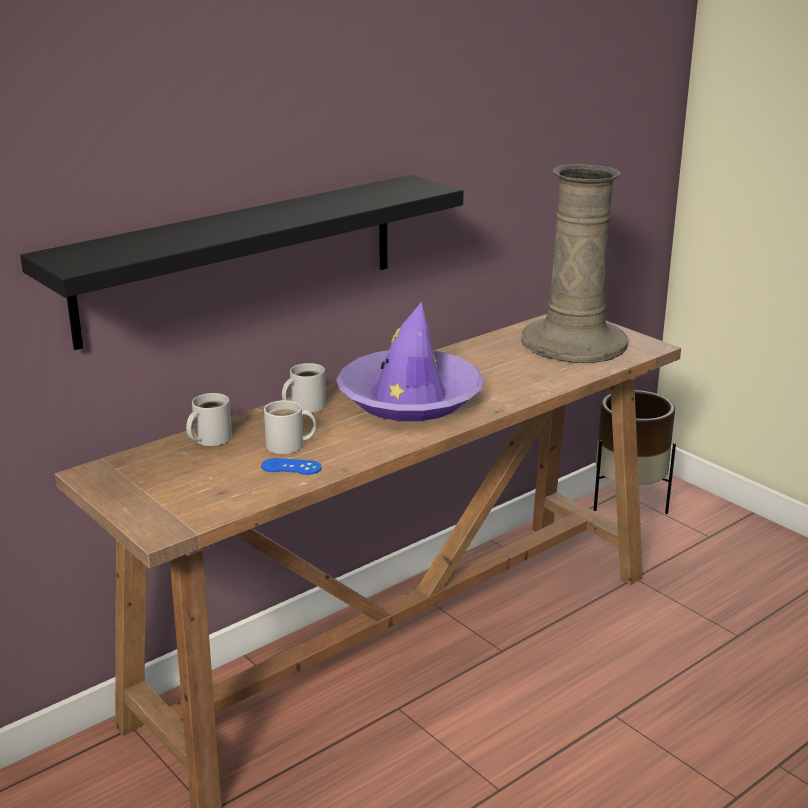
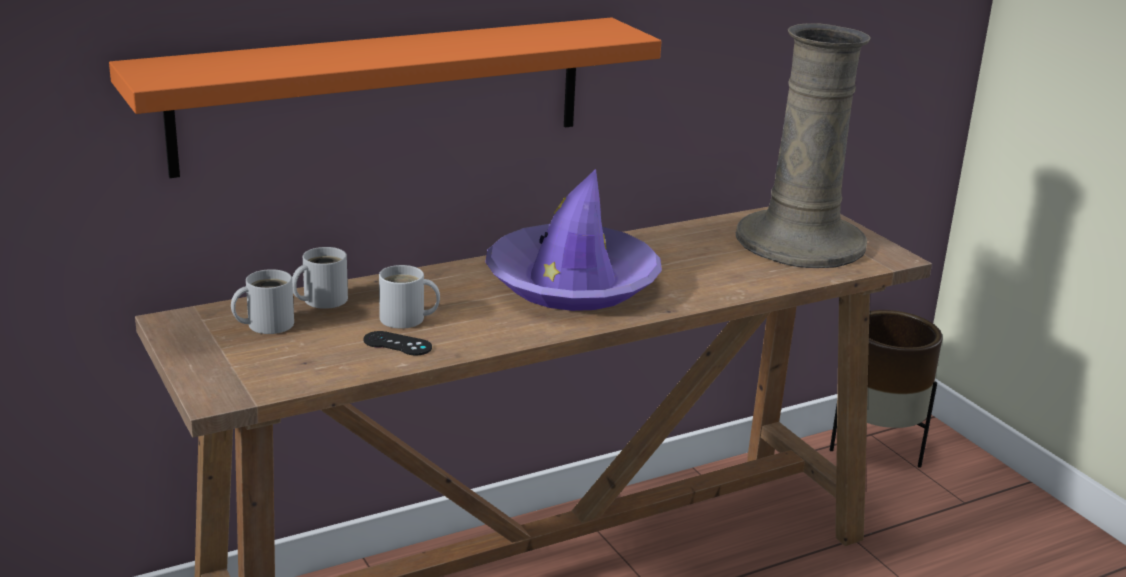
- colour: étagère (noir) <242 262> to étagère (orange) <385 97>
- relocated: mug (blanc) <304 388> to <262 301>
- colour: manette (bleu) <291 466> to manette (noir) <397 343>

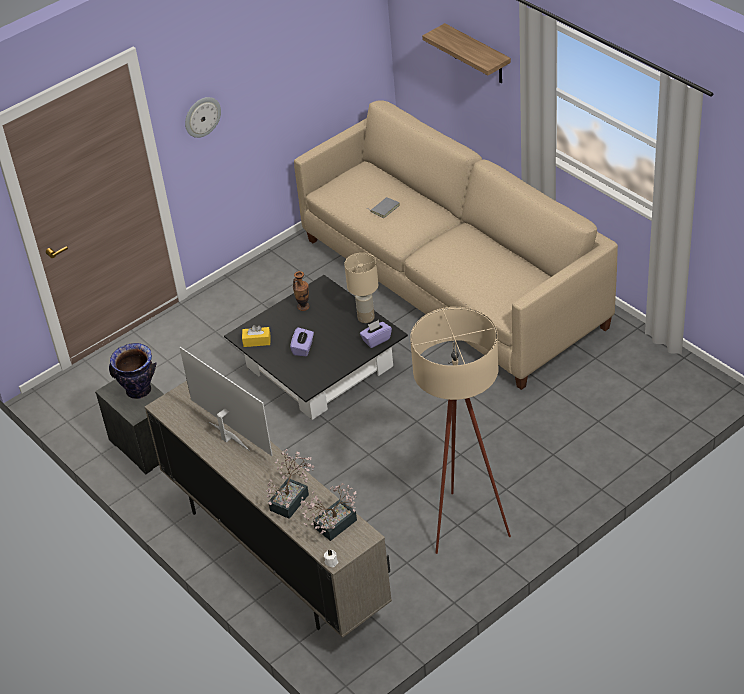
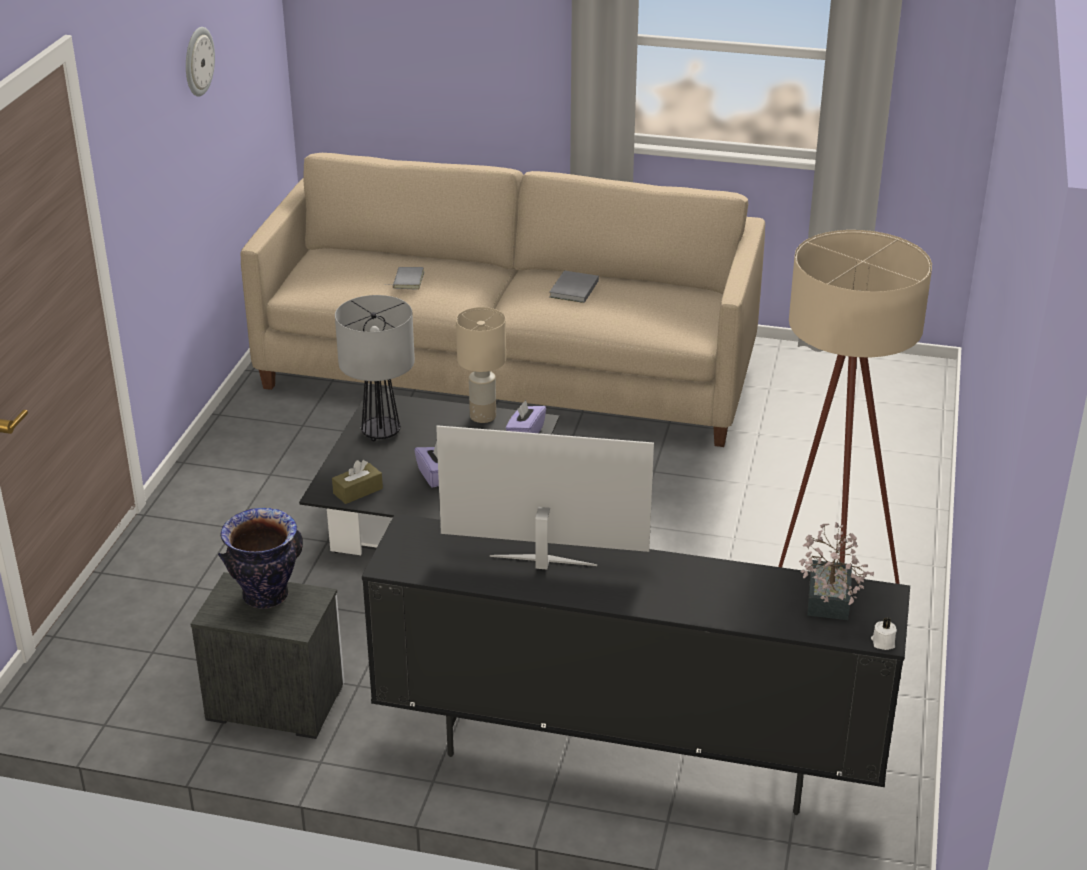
- relocated: horloge murale <203 117> to <200 62>
- colour: boîte à mouchoirs (jaune) <256 336> to boîte à mouchoirs (marron) <357 482>
- exchanged: vase <301 291> to lampe de table <375 368>
- colour: meuble télé (beige) <268 509> to meuble télé (noir) <636 664>
- appeared: livre (gris) <574 287>
- missing: plante en pot <290 484>
- missing: étagère <466 53>

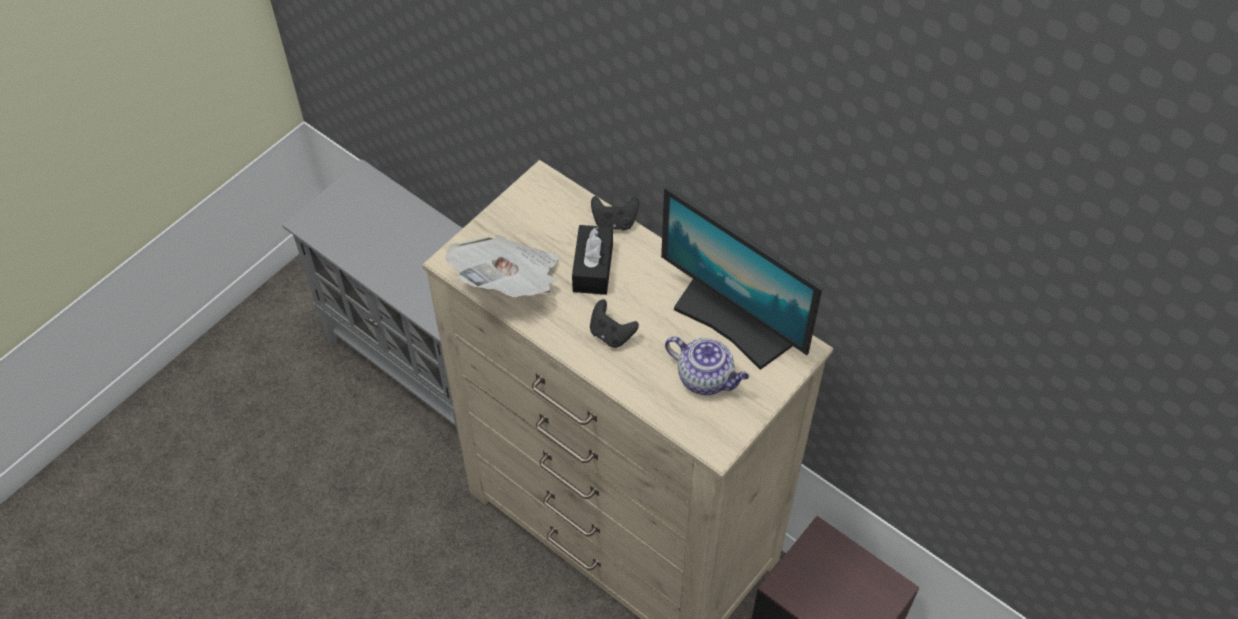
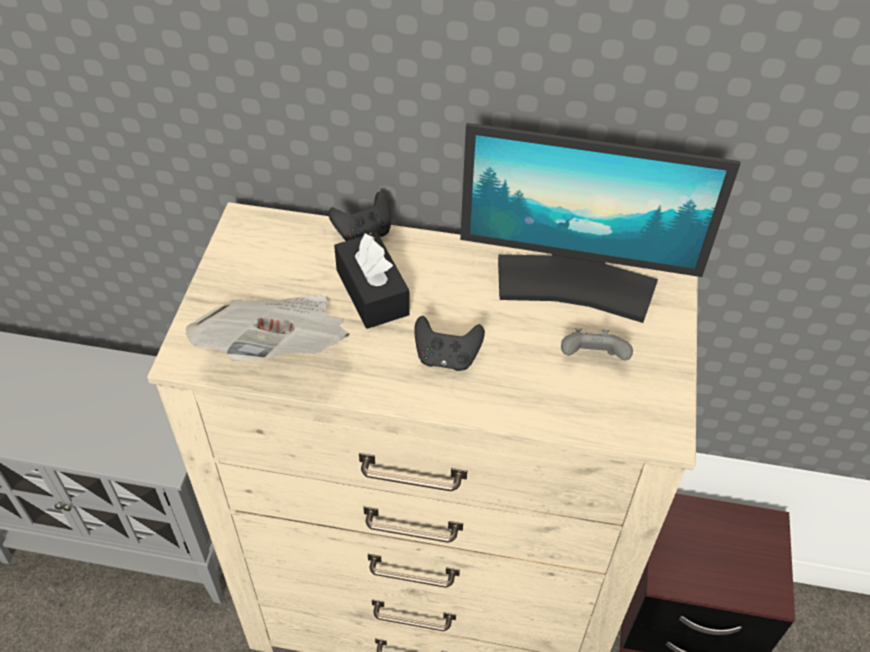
- exchanged: théière <707 366> to manette (gris) <597 344>

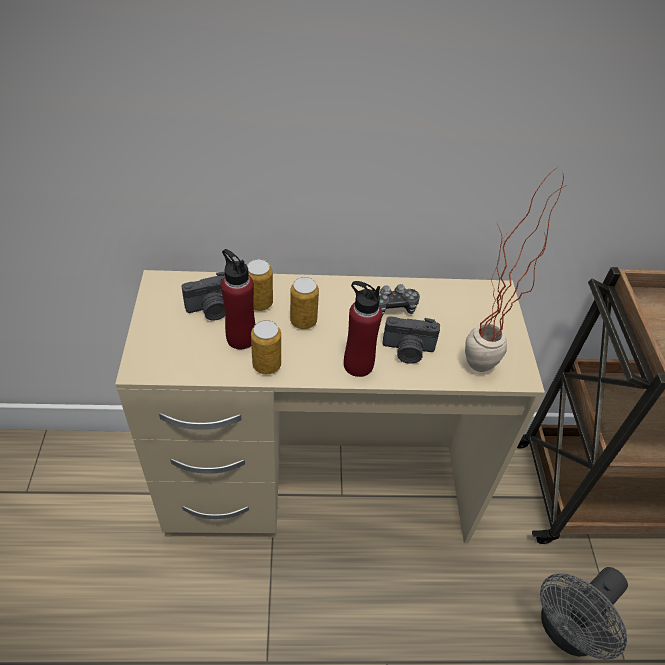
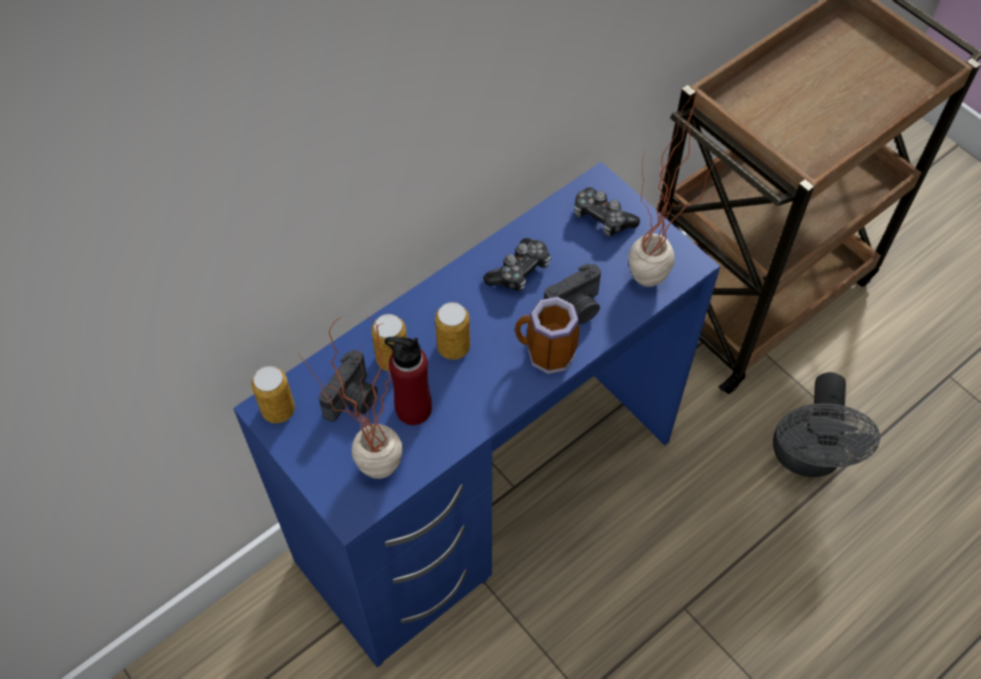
- colour: bureau (beige) <330 406> to bureau (bleu) <476 415>
- relocated: boîte métallique <266 347> to <273 394>
- appeared: plante en pot <350 397>
- exchanged: bouteille (rouge) <363 329> to mug <547 335>
- appeared: manette <607 212>

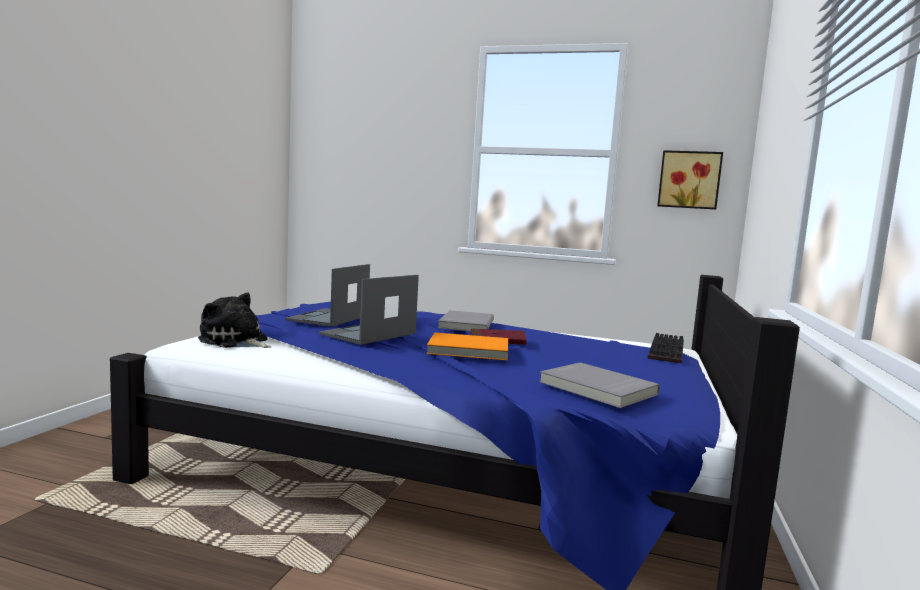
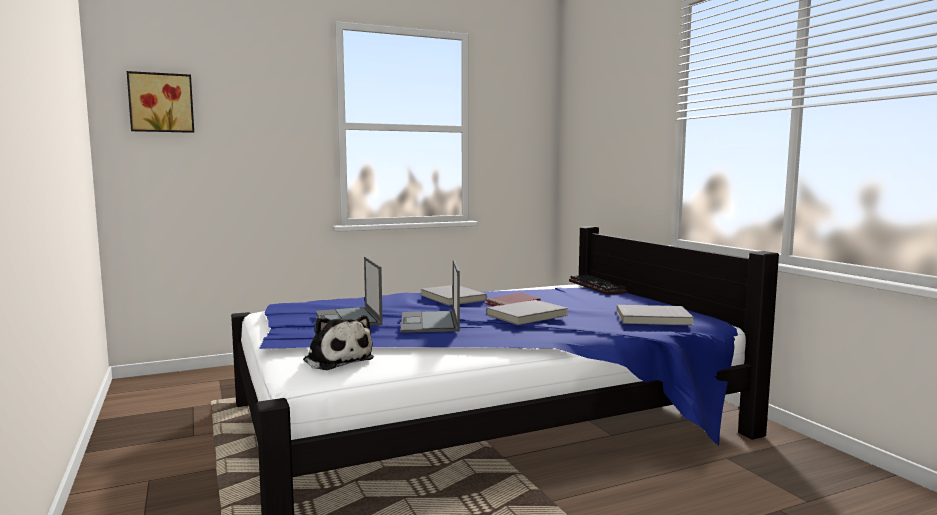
- relocated: tableau <690 179> to <160 102>
- spun: peluche <235 320> = <338 342> 120 degrees counterclockwise
- colour: livre (orange) <467 346> to livre (gris) <527 312>

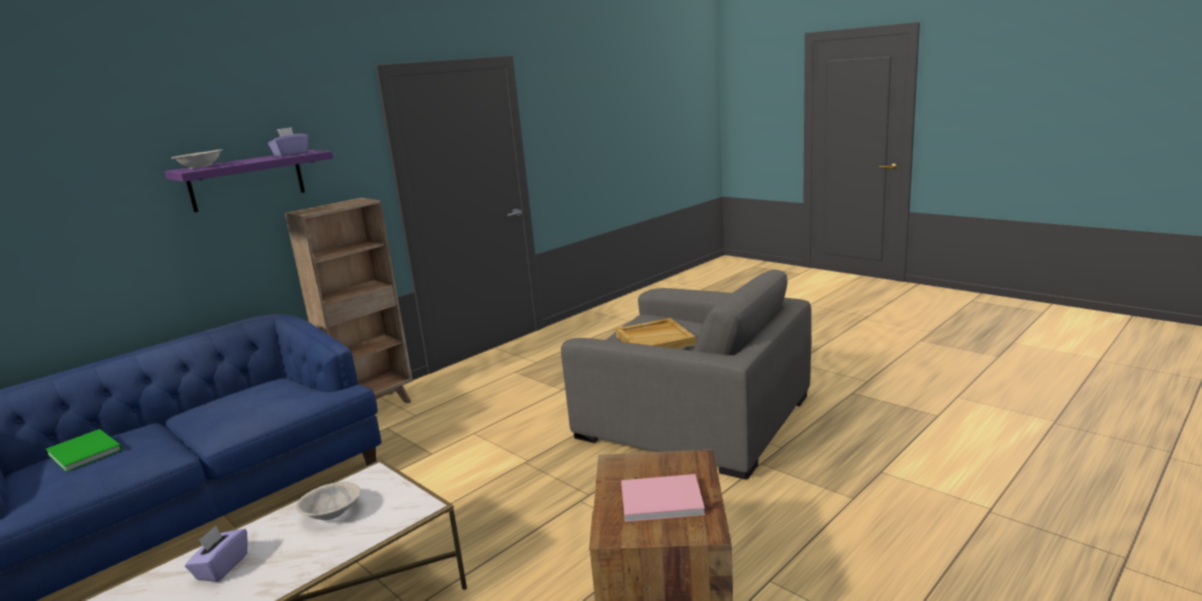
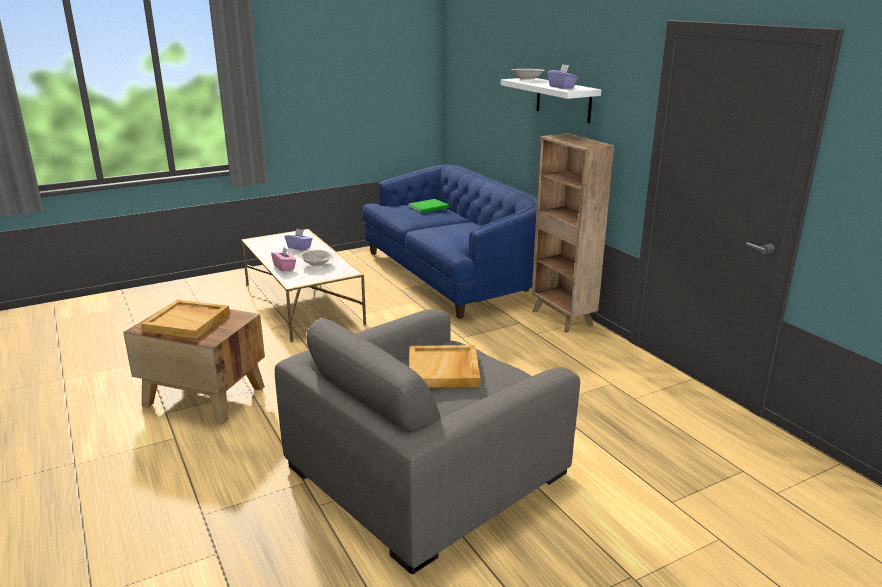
- exchanged: livre (rose) <663 498> to plateau (beige) <185 319>
- appeared: boîte à mouchoirs (rose) <283 259>
- colour: étagère (violet) <248 181> to étagère (blanc) <551 100>

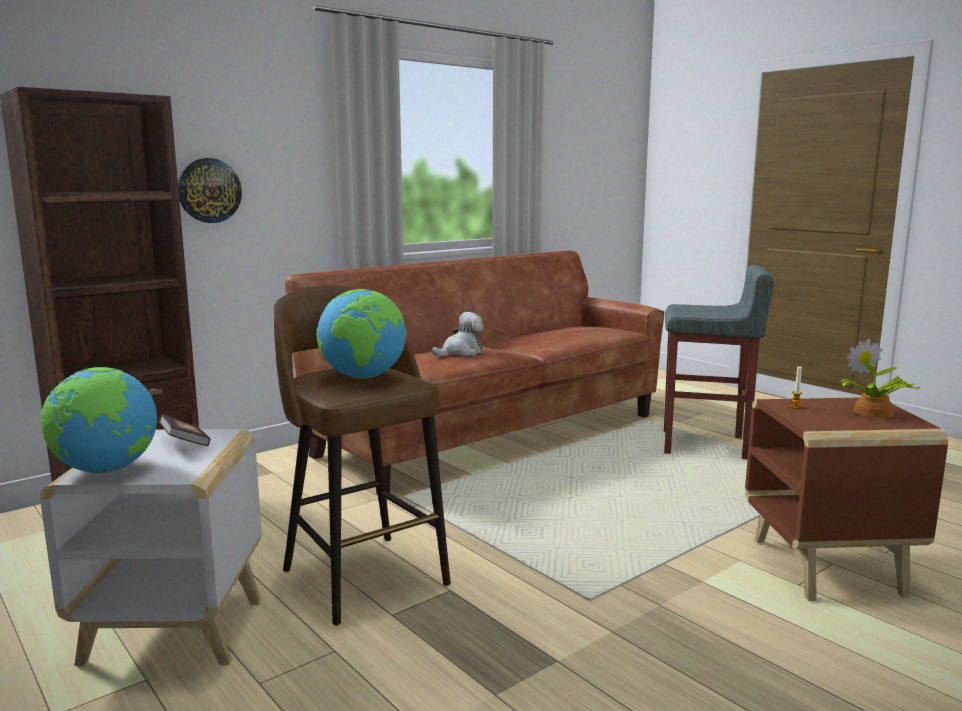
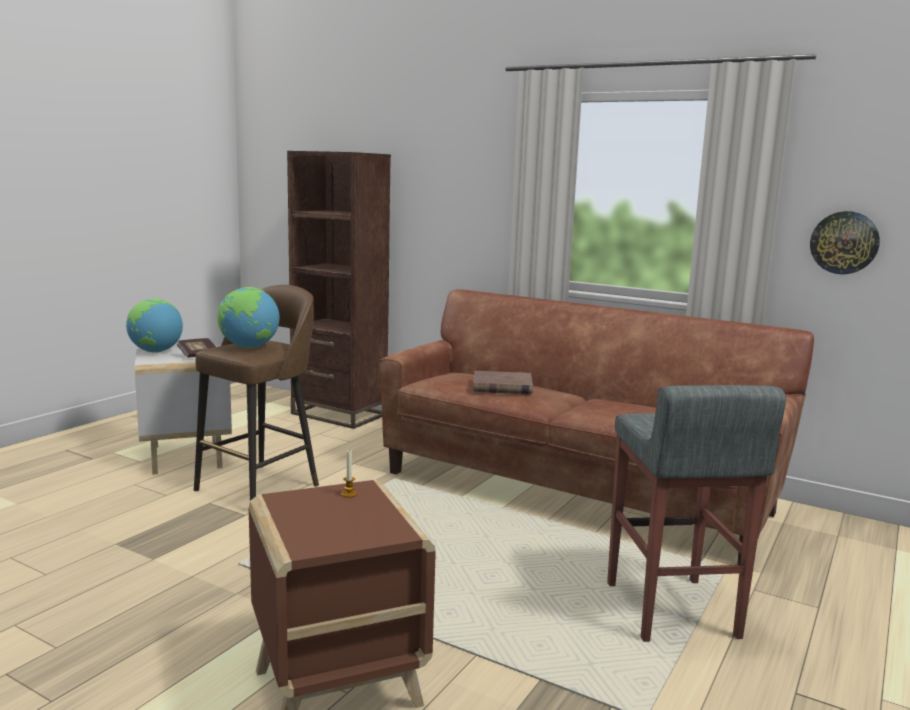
- exchanged: peluche <457 334> to livre (marron) <503 383>
- relocated: horloge murale <210 190> to <845 242>
- missing: plante en pot <879 378>

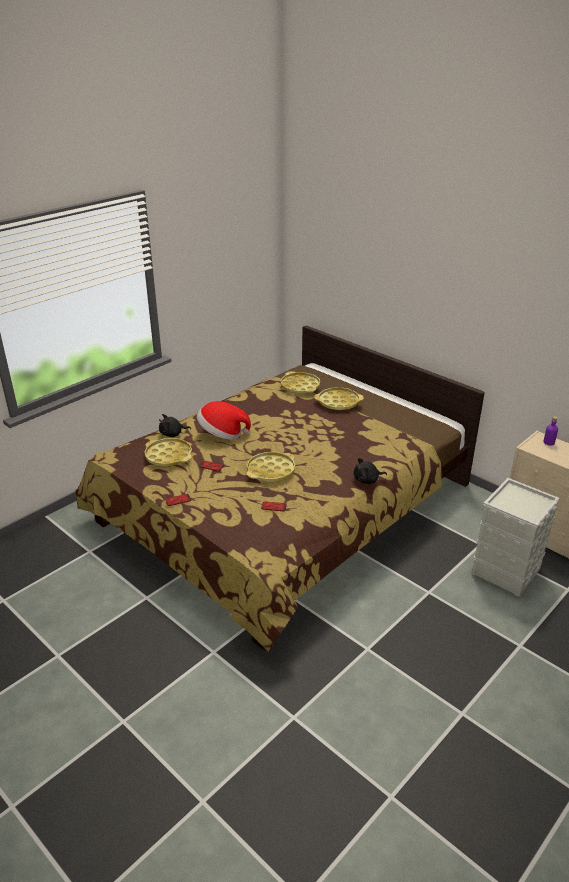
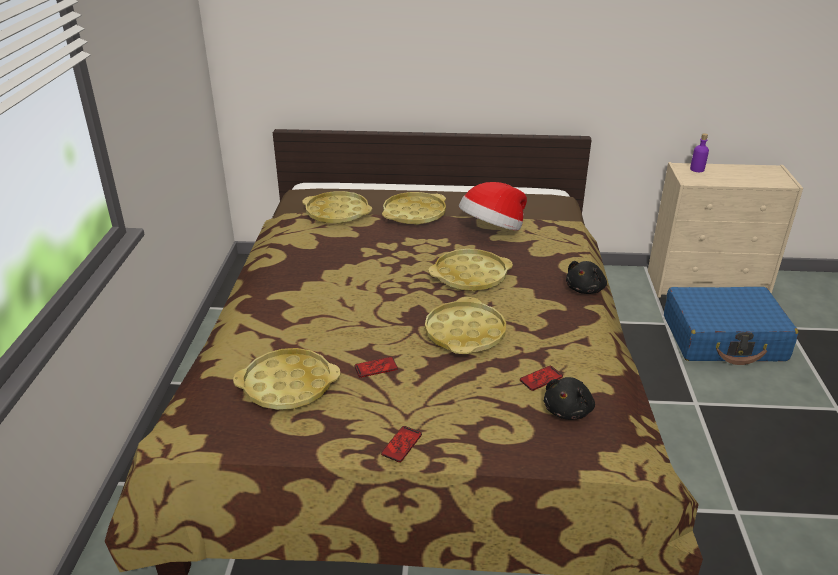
- appeared: plateau (jaune) <470 270>
- relocated: chapeau <224 420> to <493 206>
- relocated: peluche (noir) <175 425> to <569 398>
- exchanged: boîte de rangement (gris) <515 537> to valise (bleu) <731 326>

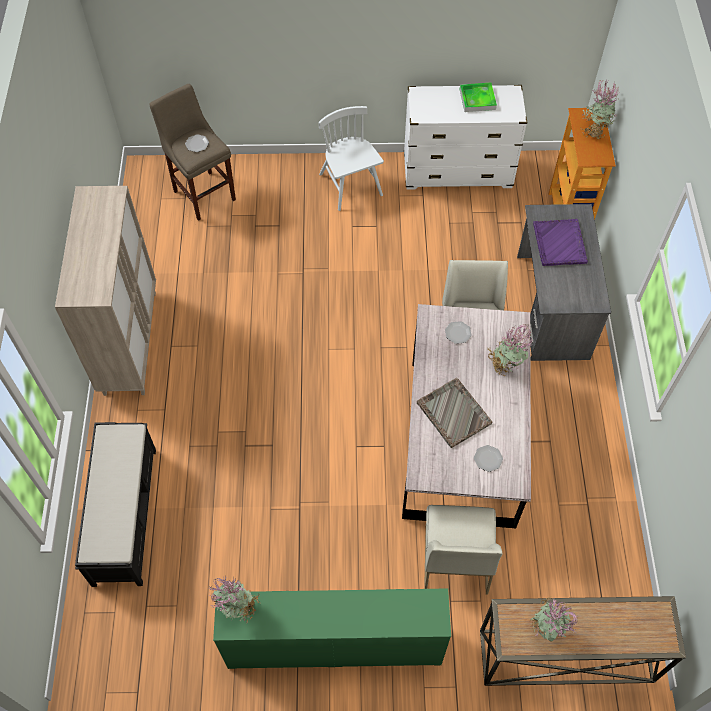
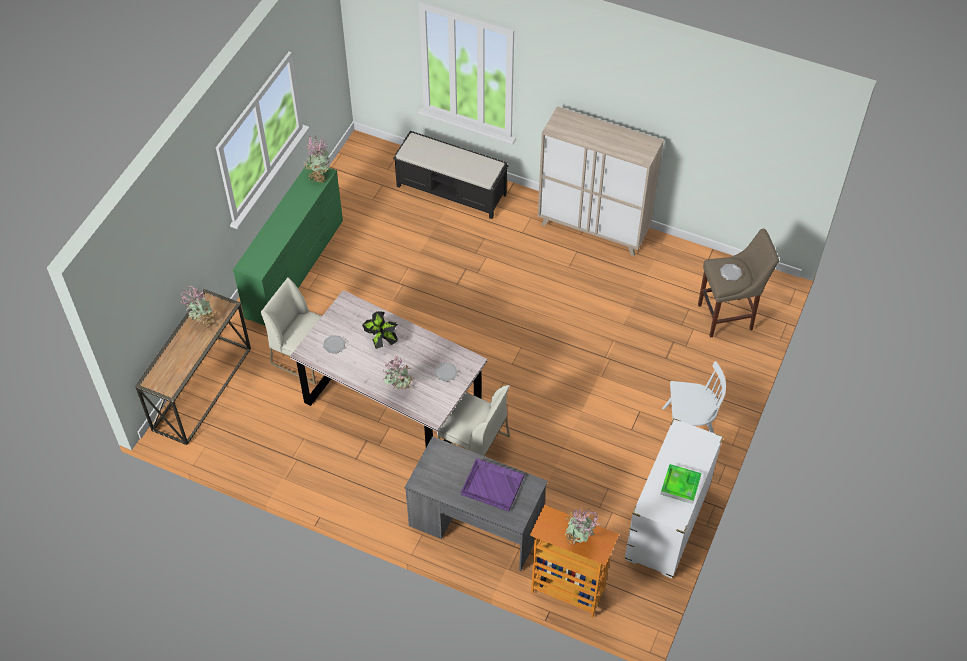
- exchanged: plateau (gris) <454 413> to plante en pot <380 330>

